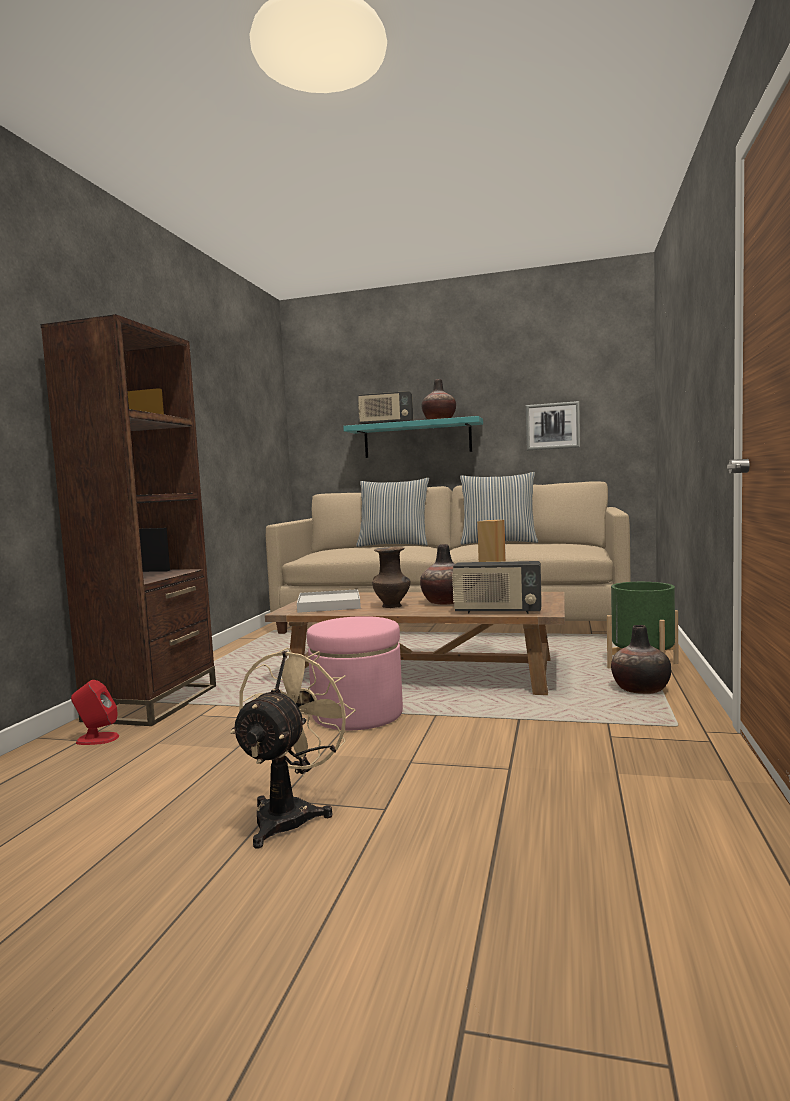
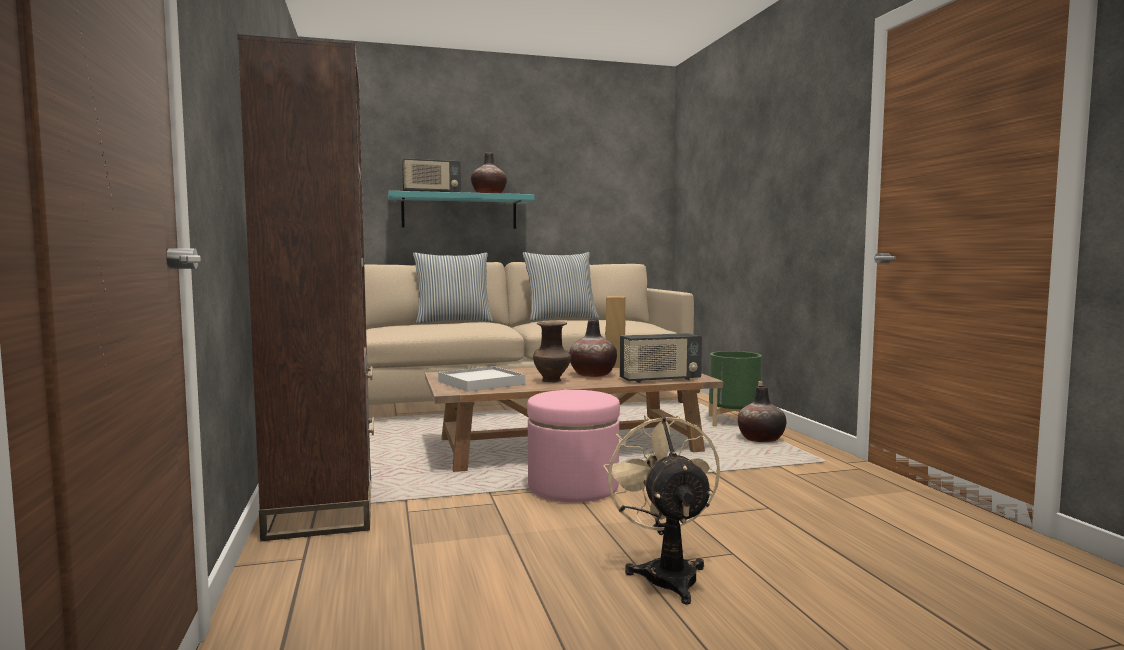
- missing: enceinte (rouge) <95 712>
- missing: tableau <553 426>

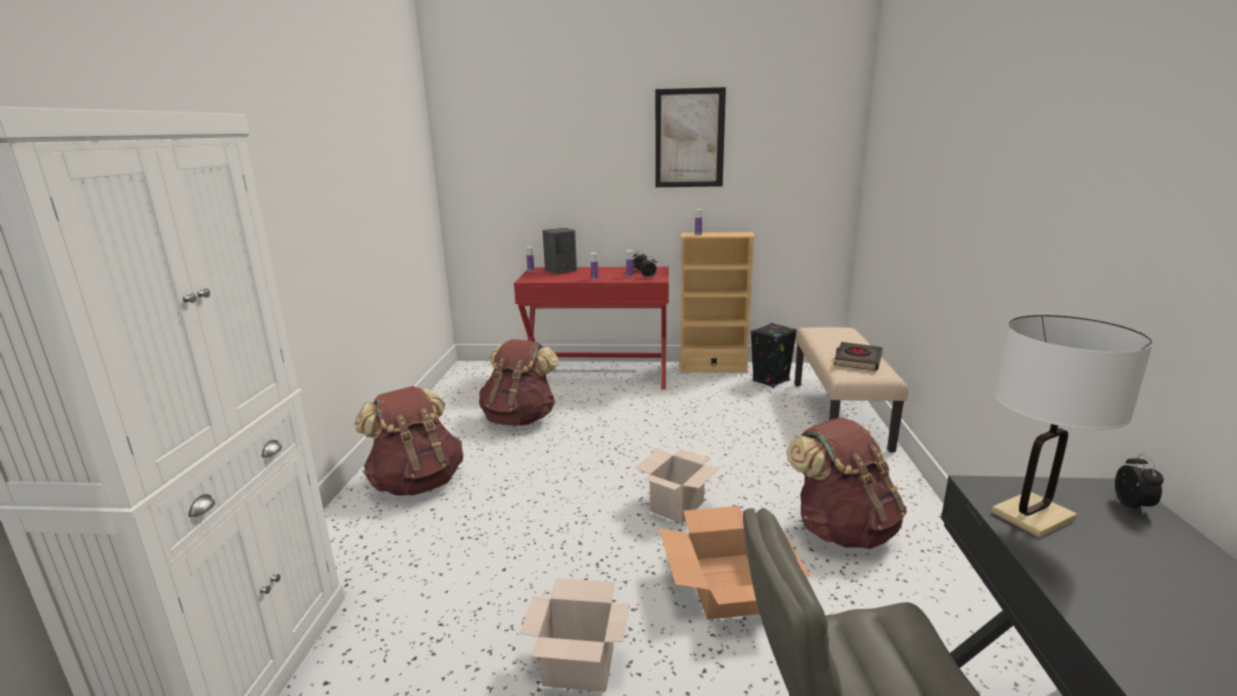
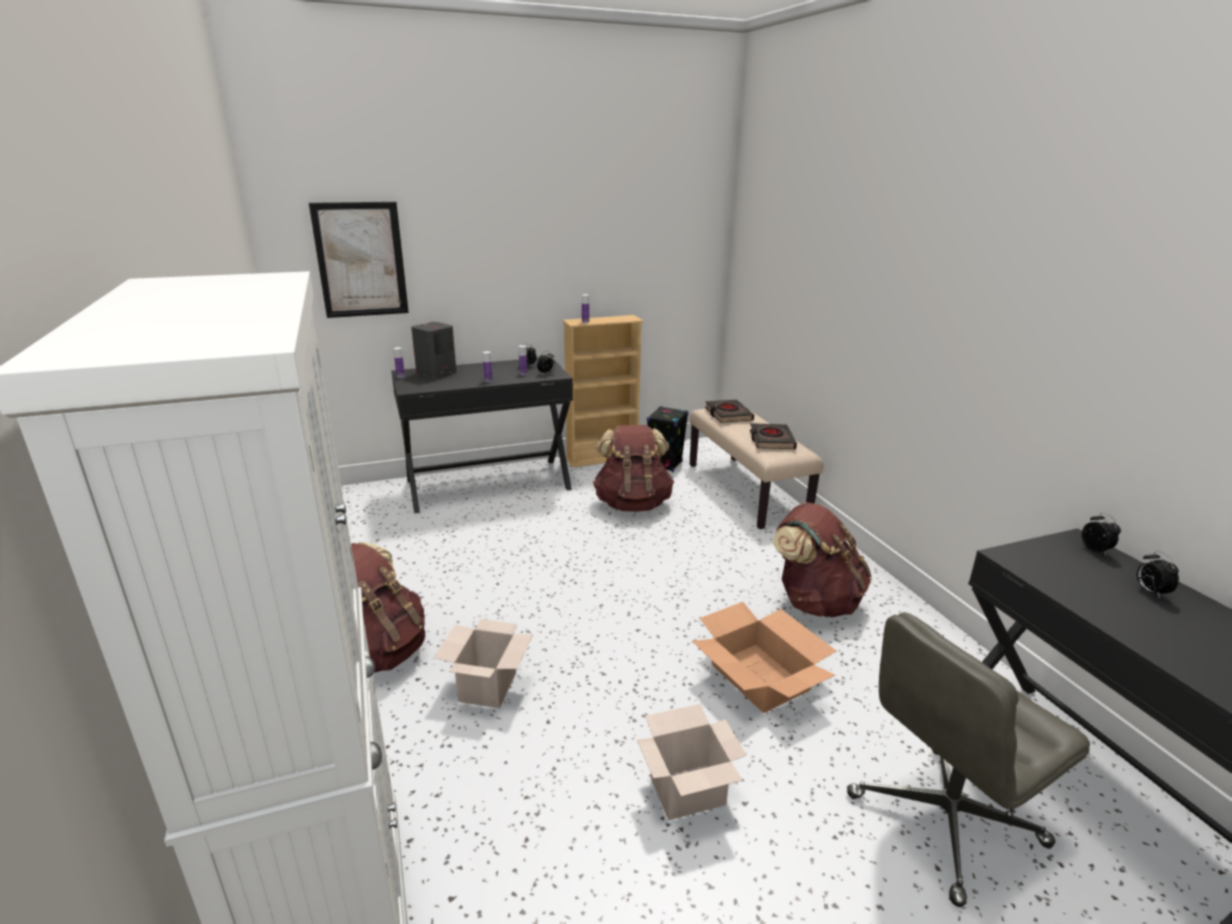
- relocated: tableau <690 137> to <359 260>
- colour: bureau (rouge) <591 328> to bureau (noir) <482 435>
- relocated: carton <677 486> to <483 664>
- relocated: sac à dos (marron) <519 382> to <633 468>
- appeared: livre (noir) <729 411>
- appeared: réveil <1158 575>
- missing: lampe de table (blanc) <1072 426>

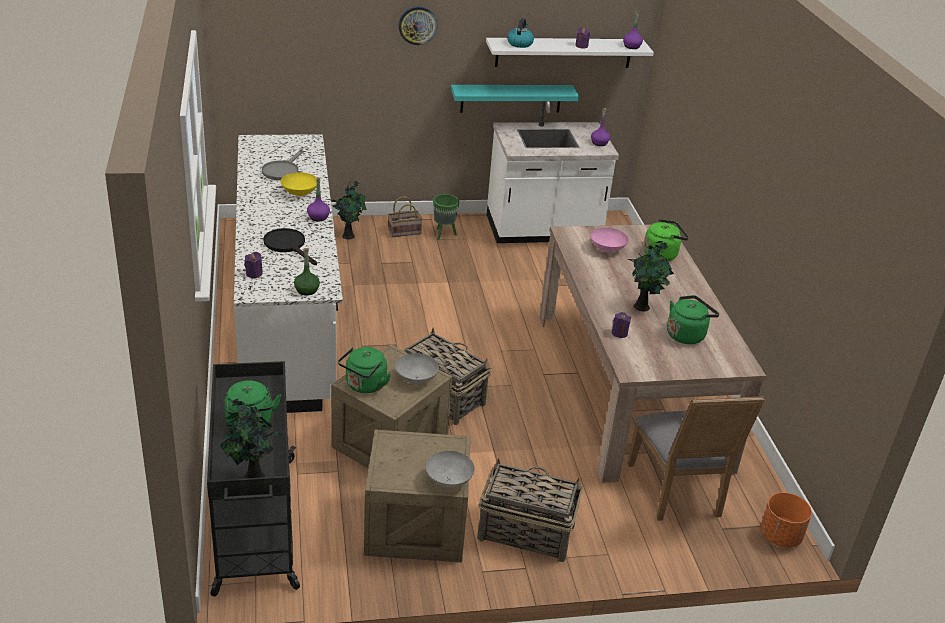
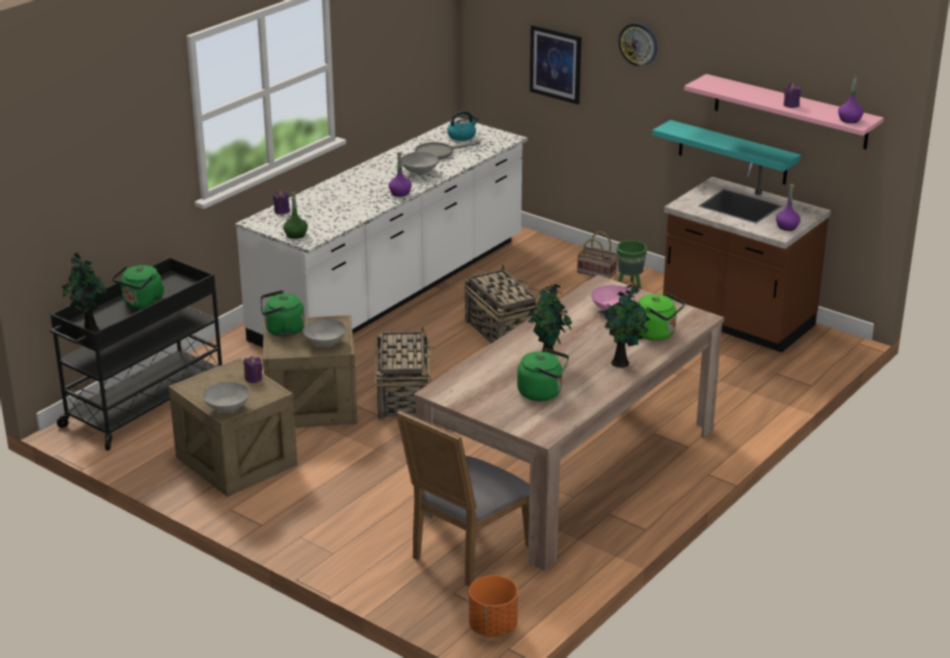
- relocated: bougie (violet) <621 325> to <253 369>
- colour: bol (jaune) <299 184> to bol (gris) <420 163>
- relocated: bouilloire <520 33> to <463 125>
- relocated: panier <530 510> to <502 303>
- appeared: tableau <556 65>
- relocated: plante en pot <349 210> to <624 326>
- colour: comptoir de cuisine (blanc) <553 172> to comptoir de cuisine (marron) <747 258>
- colour: étagère (blanc) <570 53> to étagère (rose) <784 112>
- missing: poêle (noir) <290 246>

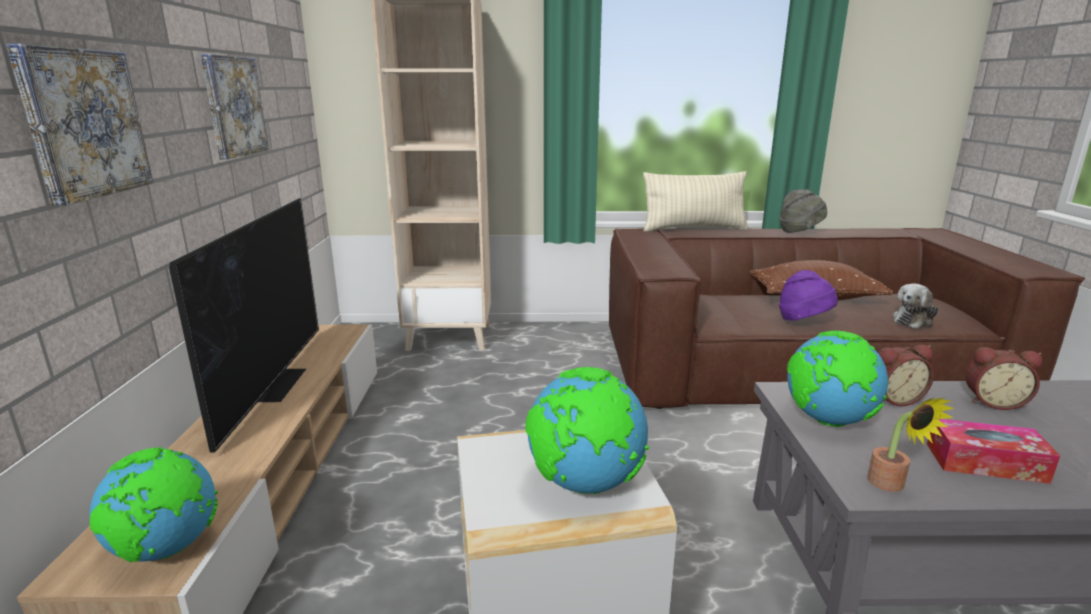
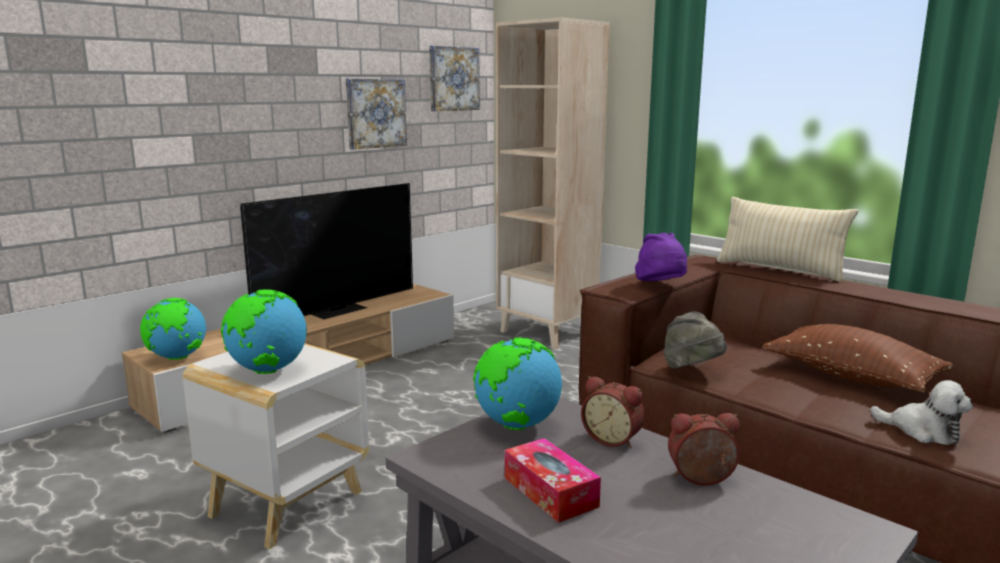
- relocated: tableau <79 125> to <455 78>
- relocated: chapeau (violet) <808 295> to <661 257>
- relocated: chapeau (gris) <803 211> to <695 340>
- spun: réveil <1003 378> = <704 449> 120 degrees clockwise
- spun: peluche <916 306> = <921 412> 150 degrees counterclockwise
- missing: plante en pot <911 444>

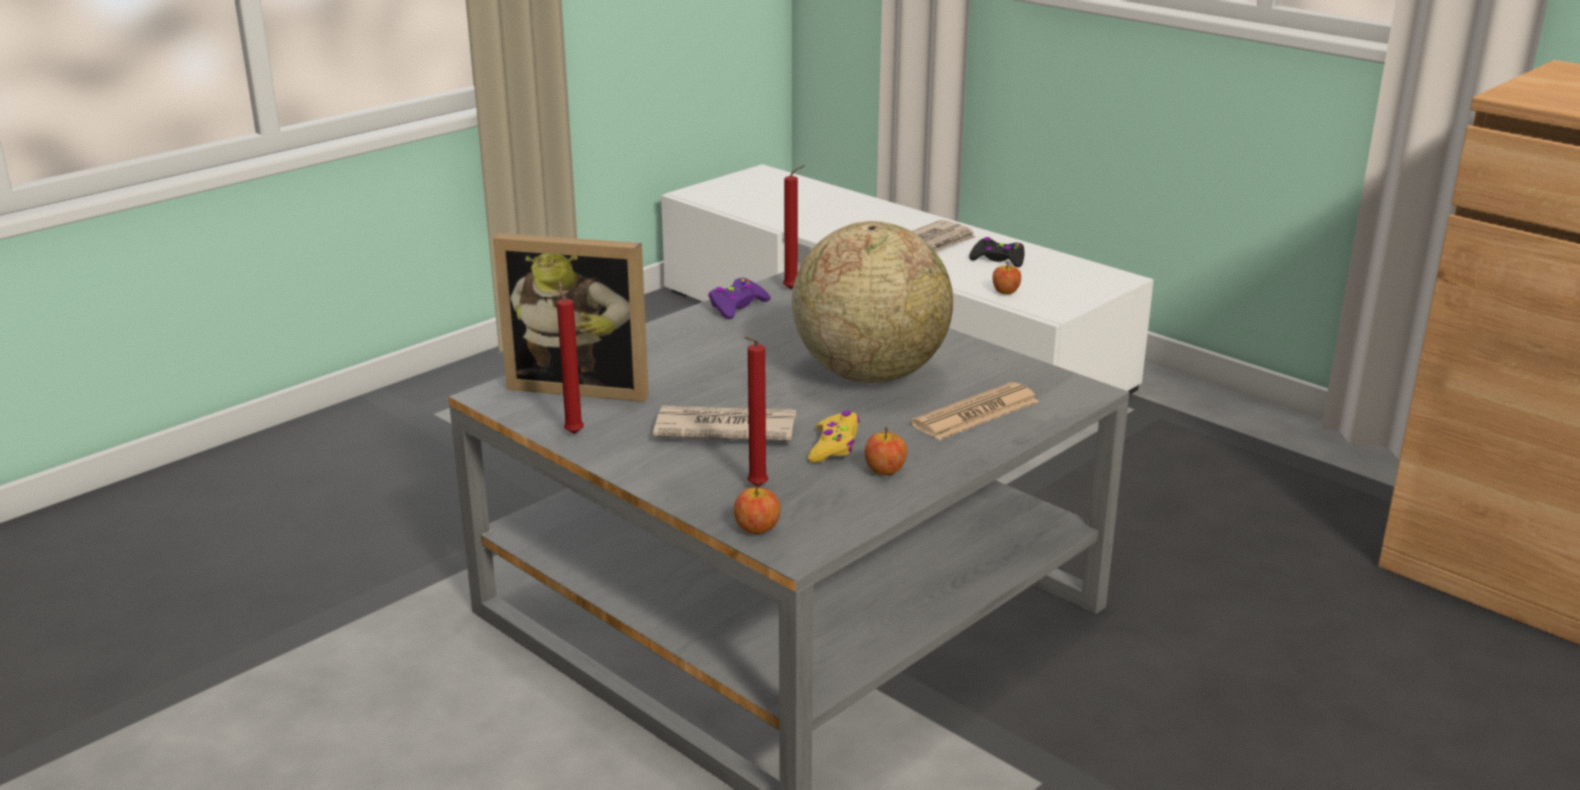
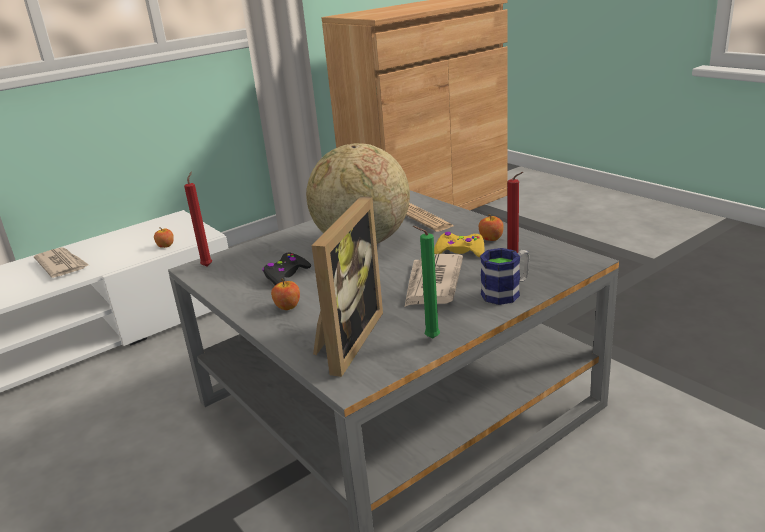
- relocated: manette (noir) <997 252> to <286 268>
- relocated: pomme <757 508> to <285 294>
- colour: bougie (rouge) <570 357> to bougie (vert) <426 282>
- appeared: mug <505 276>
- missing: manette (violet) <739 298>

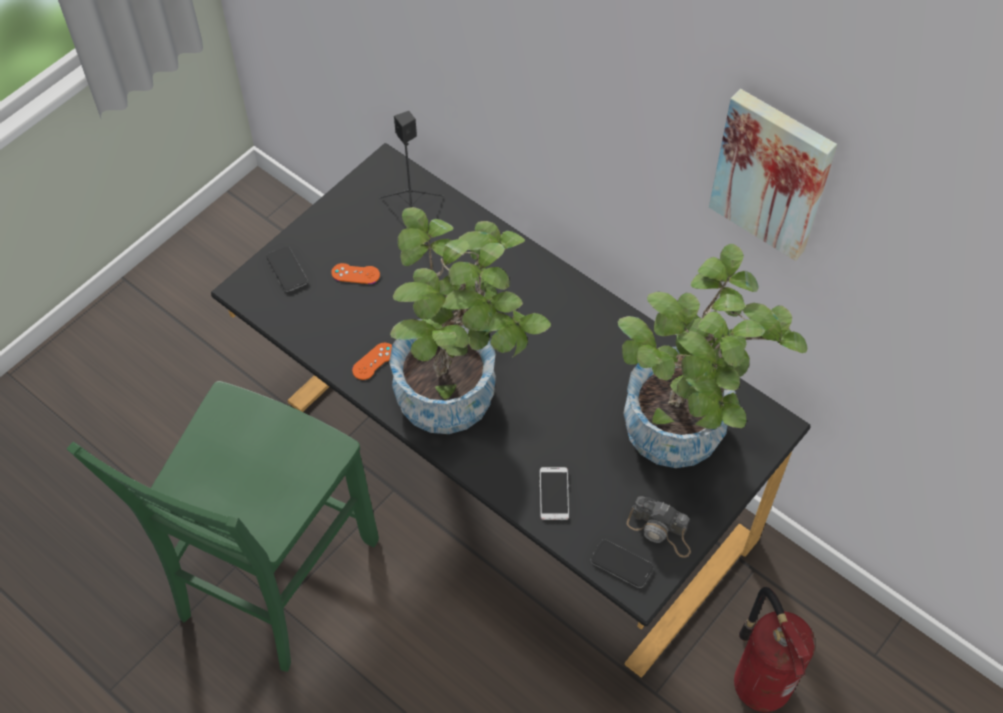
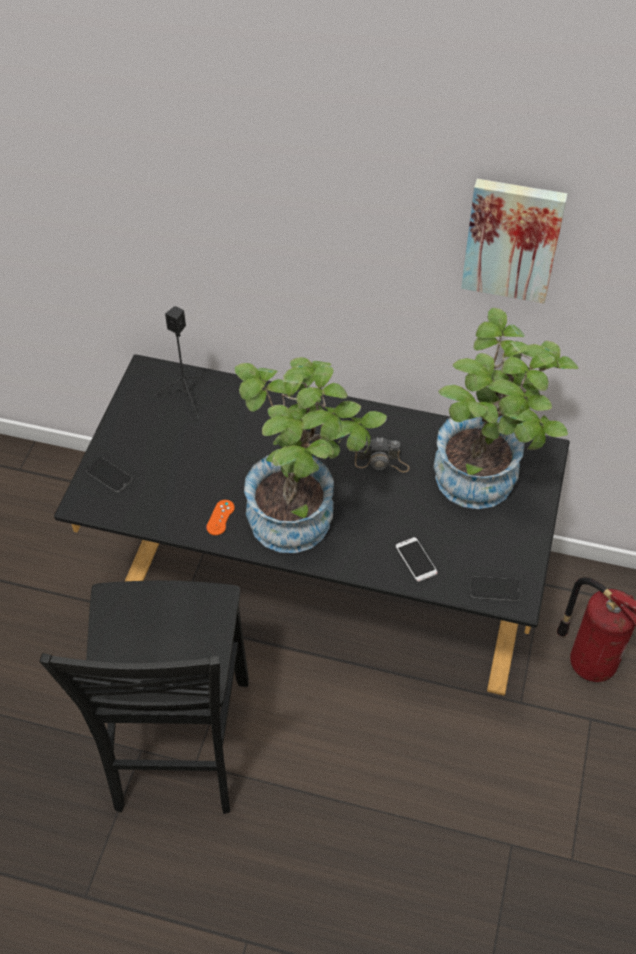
- colour: chaise (vert) <223 526> to chaise (noir) <144 697>
- relocated: appareil photo <659 527> to <382 455>
- missing: manette (orange) <355 273>

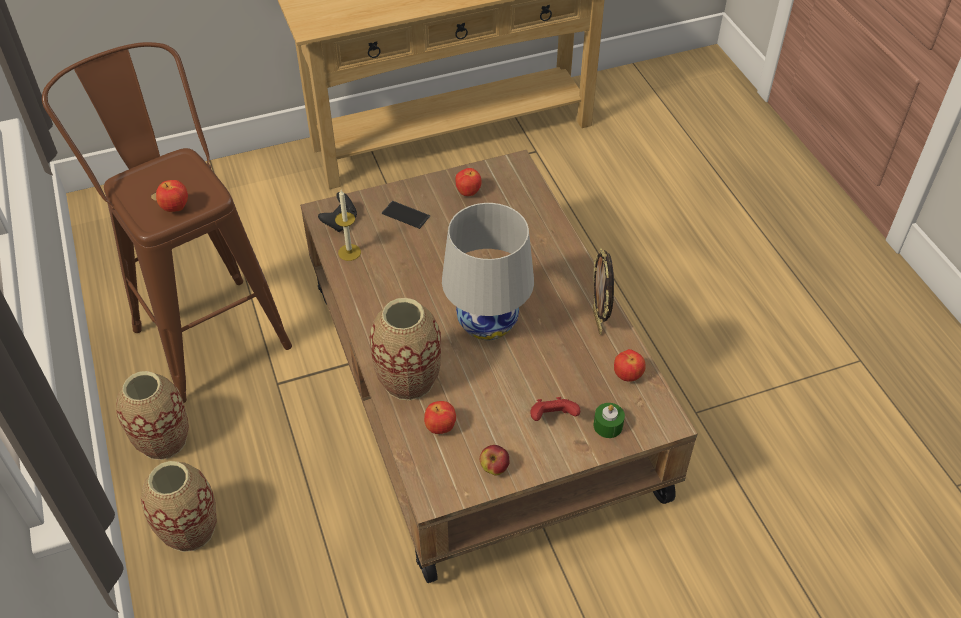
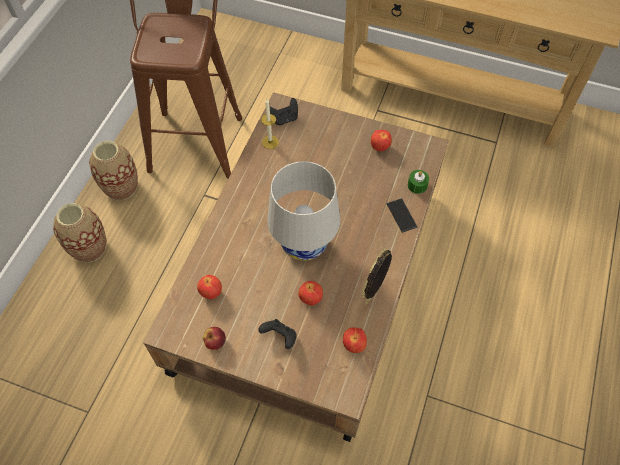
- colour: manette (rouge) <555 409> to manette (noir) <277 334>
- relocated: pomme <172 196> to <310 293>
- relocated: téléphone <405 215> to <402 215>
- relocated: bougie (vert) <609 420> to <418 182>
- missing: vase <405 349>

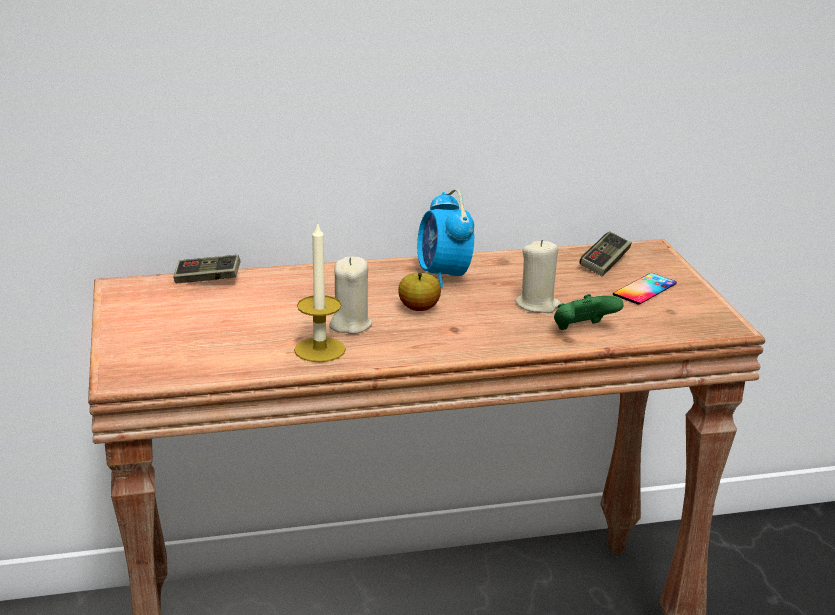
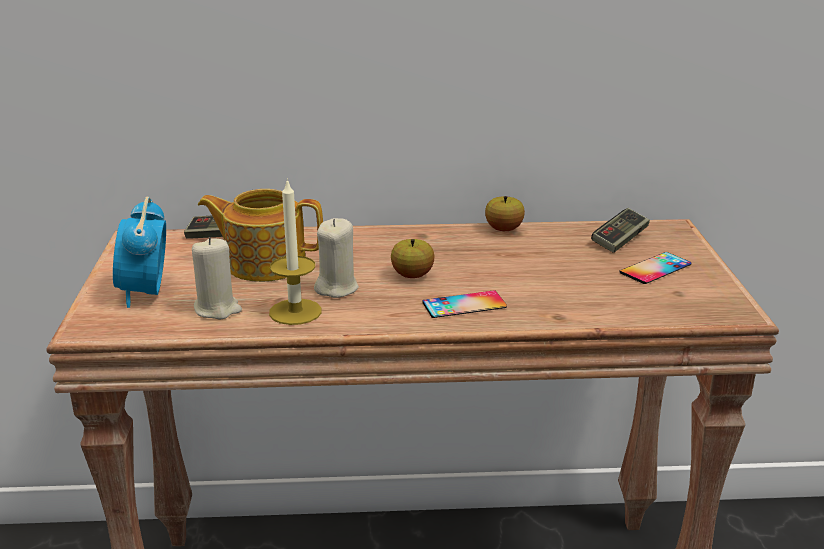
- relocated: réveil <445 238> to <139 252>
- relocated: bougie (beige) <538 276> to <217 278>
- appeared: théière <260 235>
- appeared: téléphone <465 304>
- appeared: pomme <505 213>
- missing: manette (vert) <589 312>

